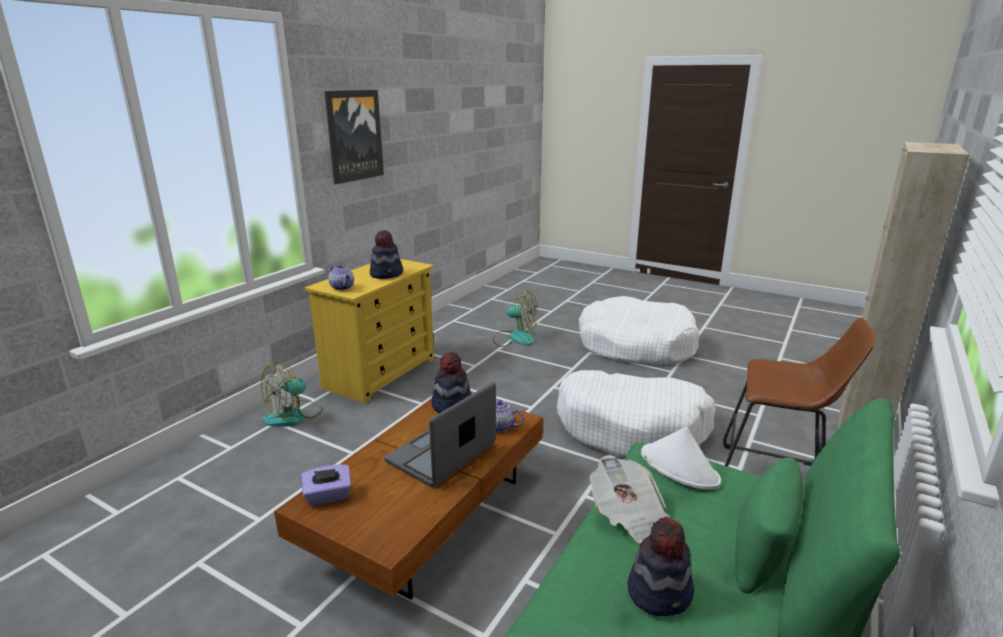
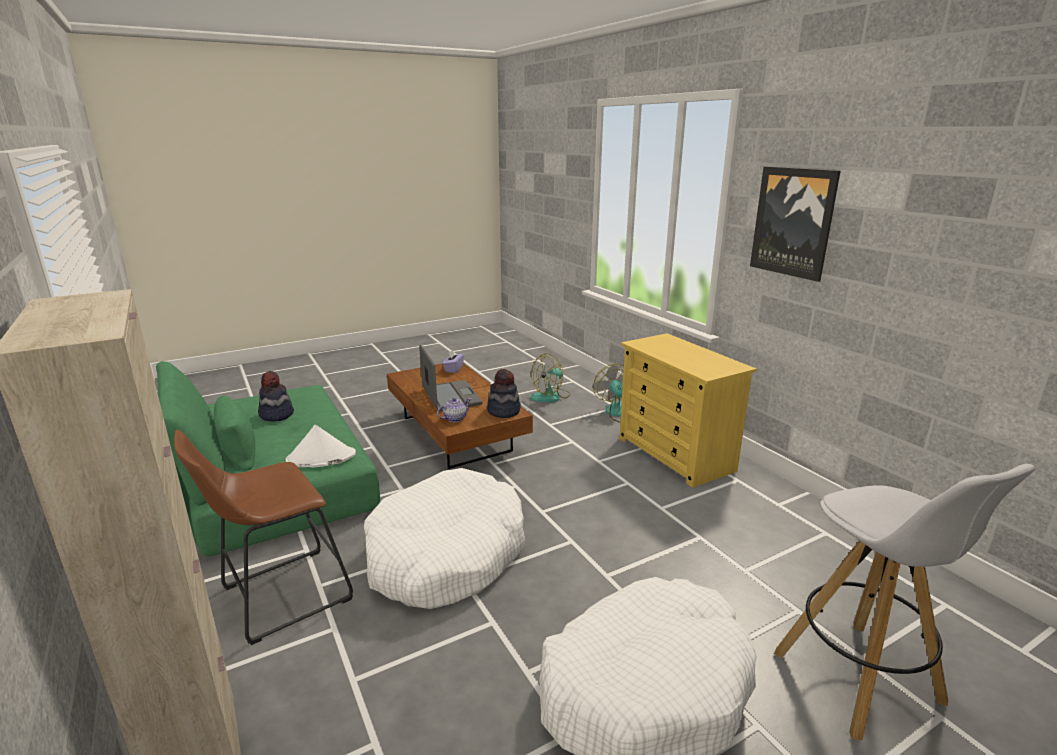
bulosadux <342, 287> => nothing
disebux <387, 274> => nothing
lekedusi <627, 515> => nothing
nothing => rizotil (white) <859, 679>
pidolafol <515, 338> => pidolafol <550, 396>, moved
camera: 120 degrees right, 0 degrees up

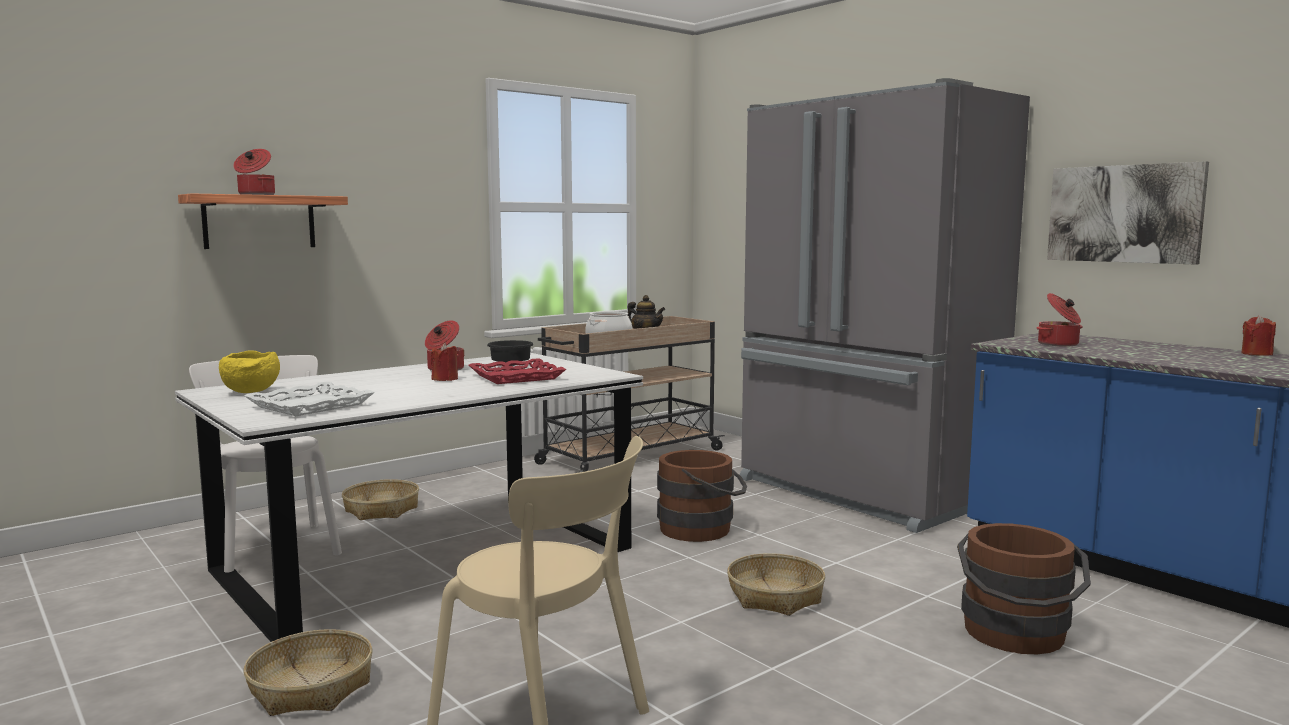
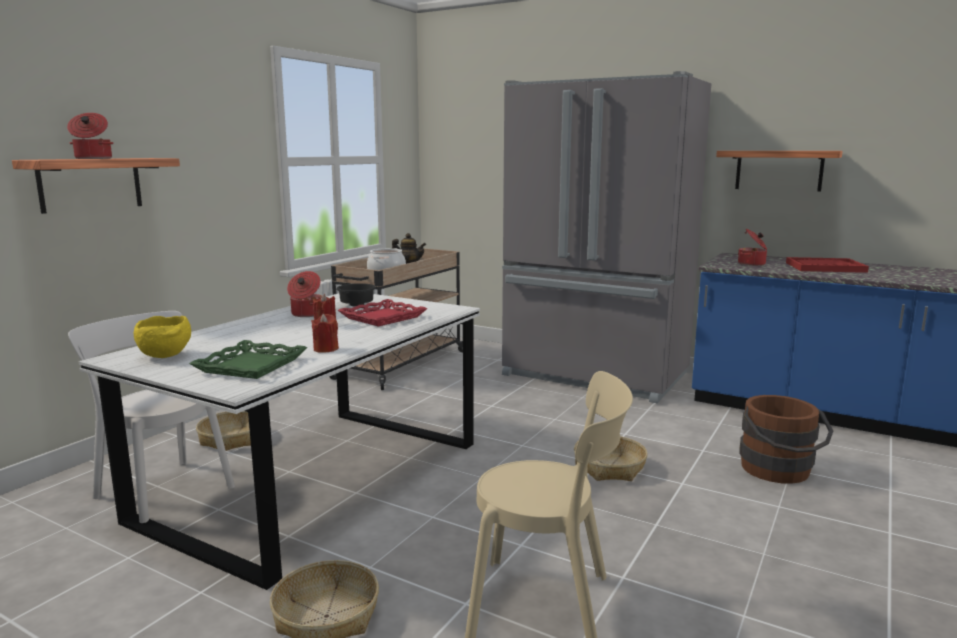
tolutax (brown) <702, 529> => nothing
nothing => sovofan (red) <825, 267>
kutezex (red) <1256, 354> => kutezex (red) <326, 349>, moved
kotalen <1124, 214> => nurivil <779, 170>
sovofan (white) <311, 406> => sovofan (green) <251, 366>
camera: 20 degrees left, 5 degrees up

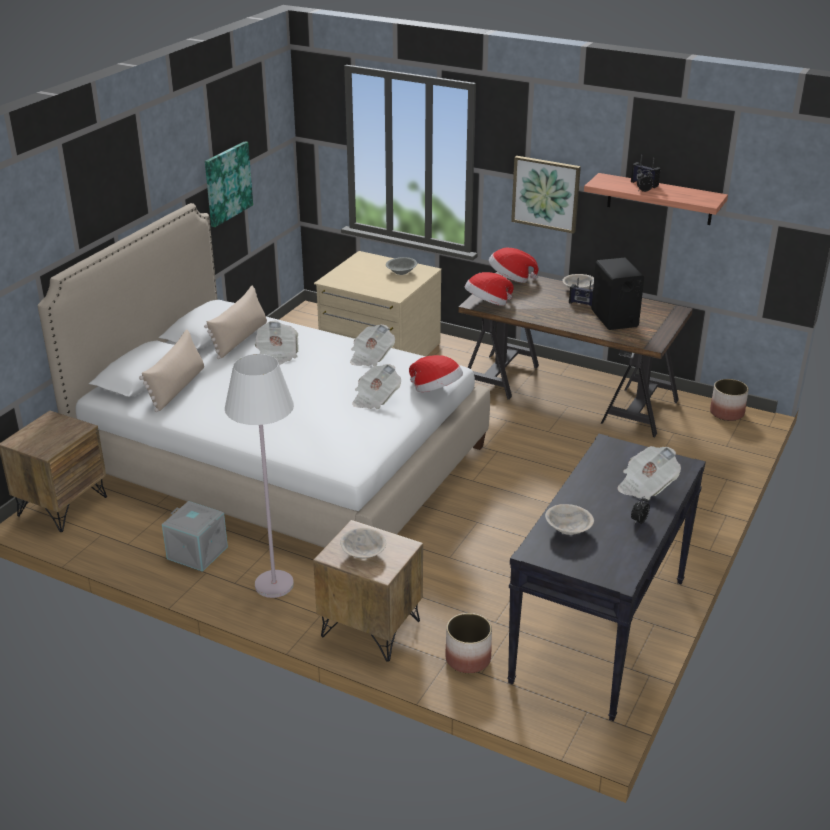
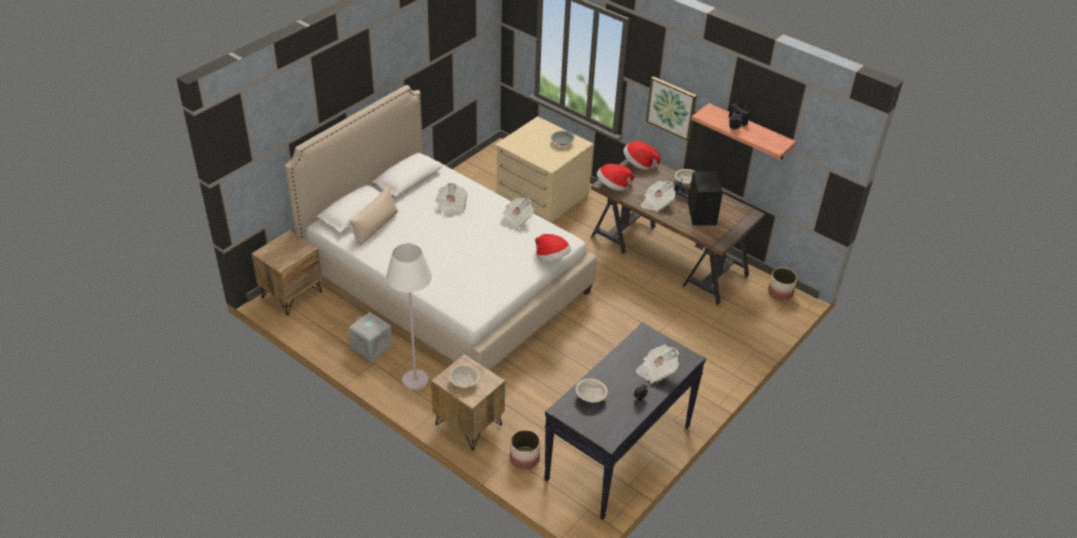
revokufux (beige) <240, 339> => nothing
kotalen <227, 183> => nothing
lekedusi <375, 399> => lekedusi <656, 203>, moved
camera: 10 degrees right, 10 degrees up

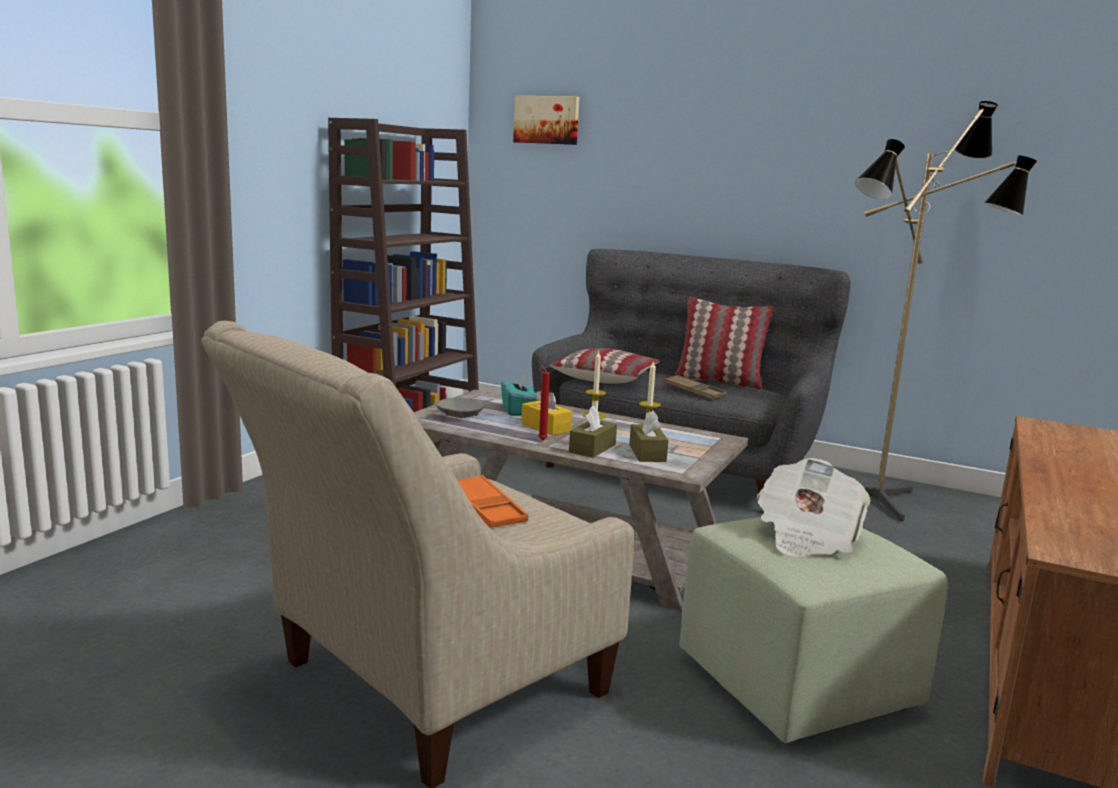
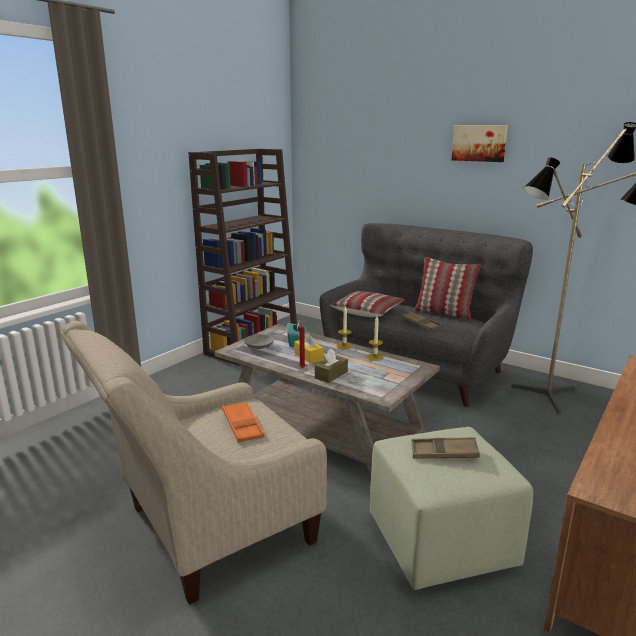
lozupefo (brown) <647, 453> => nothing
kotalen <547, 120> => kotalen <479, 143>, moved
lekedusi <807, 536> => sovofan (brown) <444, 453>
camera: 10 degrees right, 5 degrees up

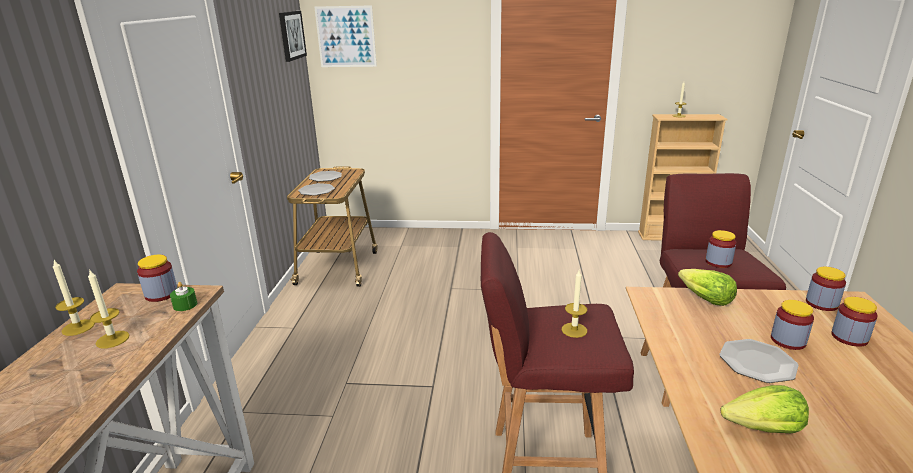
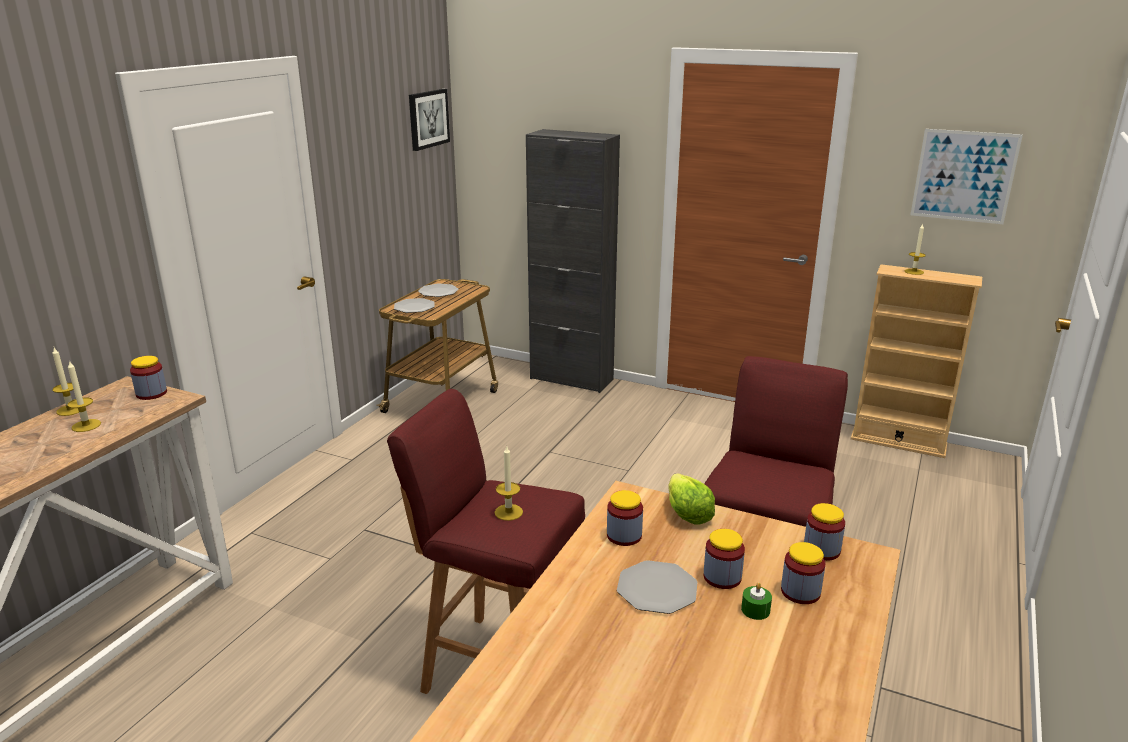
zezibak <763, 429> => nothing
nothing => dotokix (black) <571, 379>
kutezex (green) <185, 305> => kutezex (green) <755, 610>, moved
kotalen <346, 37> => kotalen <964, 176>, moved
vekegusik <718, 262> => vekegusik <624, 536>, moved
camera: 20 degrees right, 0 degrees up

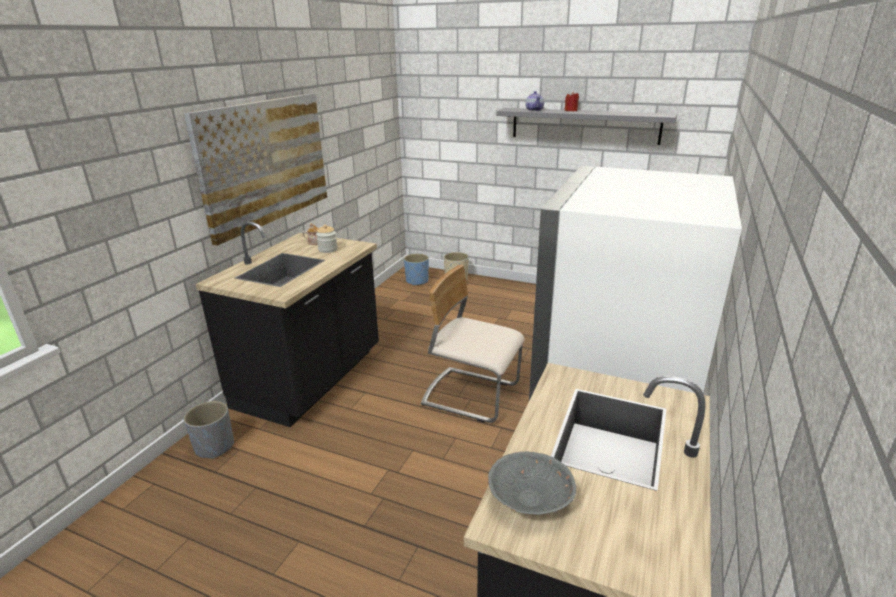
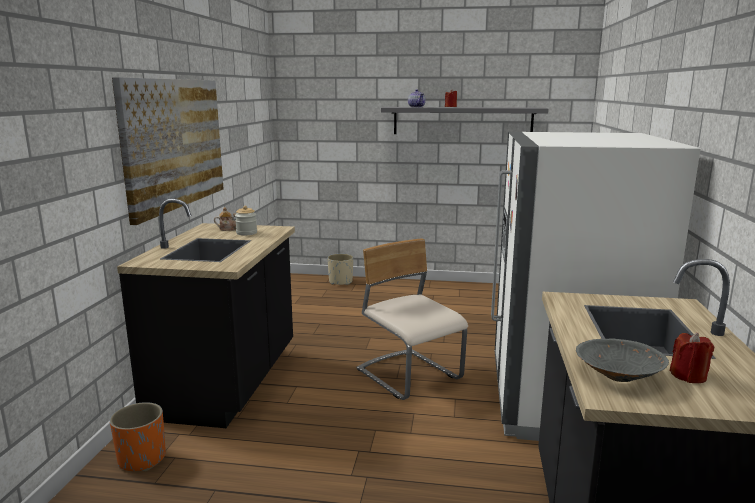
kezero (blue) <417, 281> => nothing
nothing => kutezex (red) <688, 376>
kezero (grey) <214, 446> => kezero (orange) <142, 459>
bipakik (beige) <471, 395> => bipakik (beige) <409, 375>, 45 degrees clockwise
camera: 15 degrees left, 10 degrees down

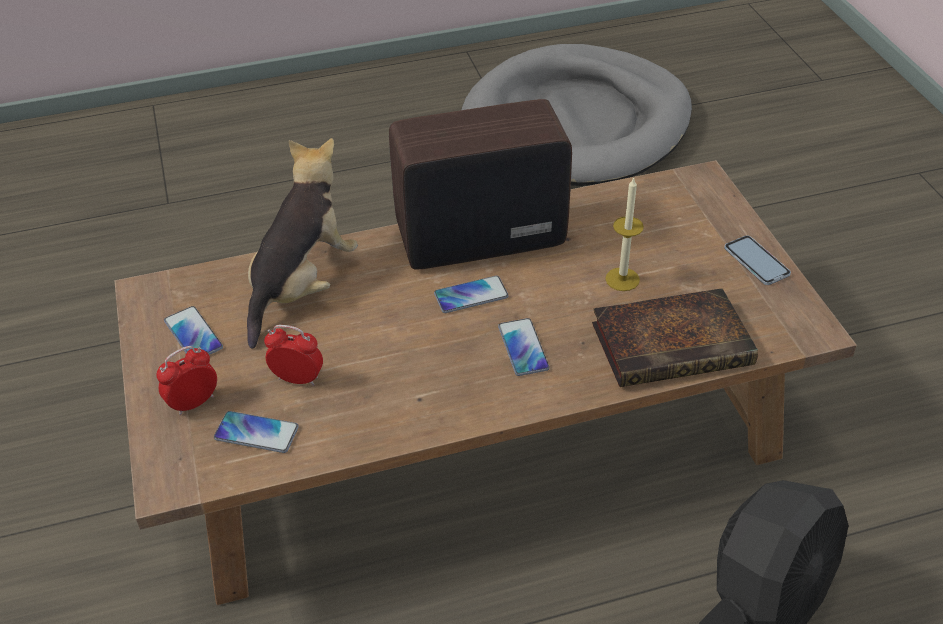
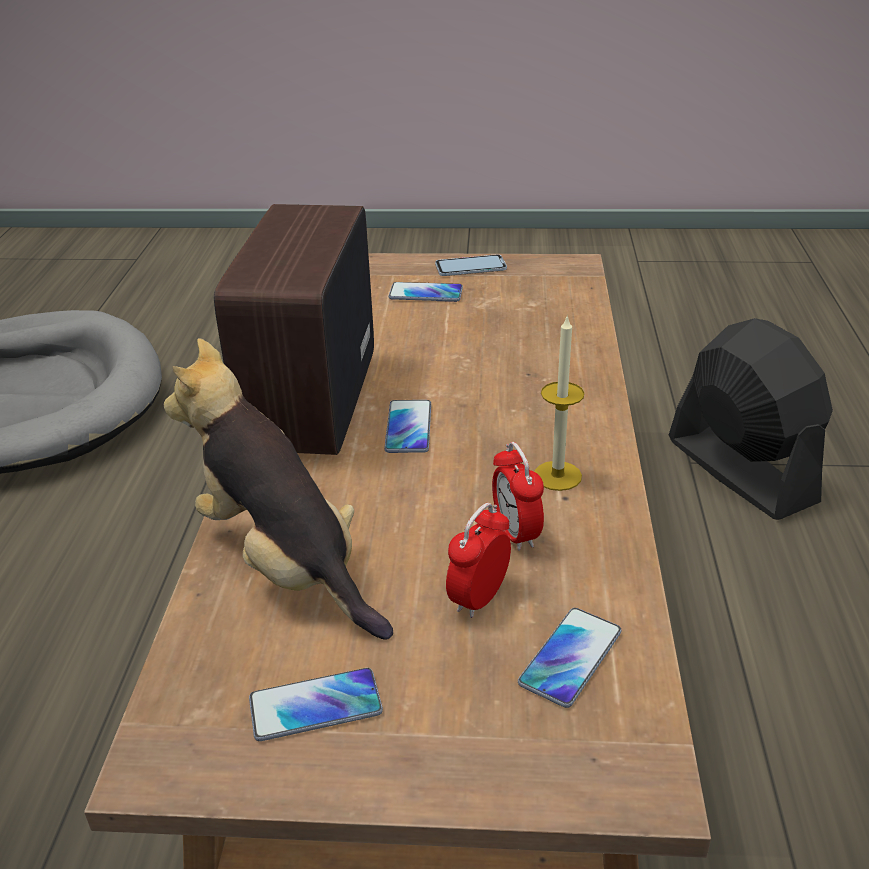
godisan <674, 343> => nothing
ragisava <194, 403> => ragisava <516, 533>, moved
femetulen <523, 348> => femetulen <426, 293>, moved
kutezex <622, 279> => kutezex <557, 476>, moved
camera: 70 degrees left, 10 degrees down

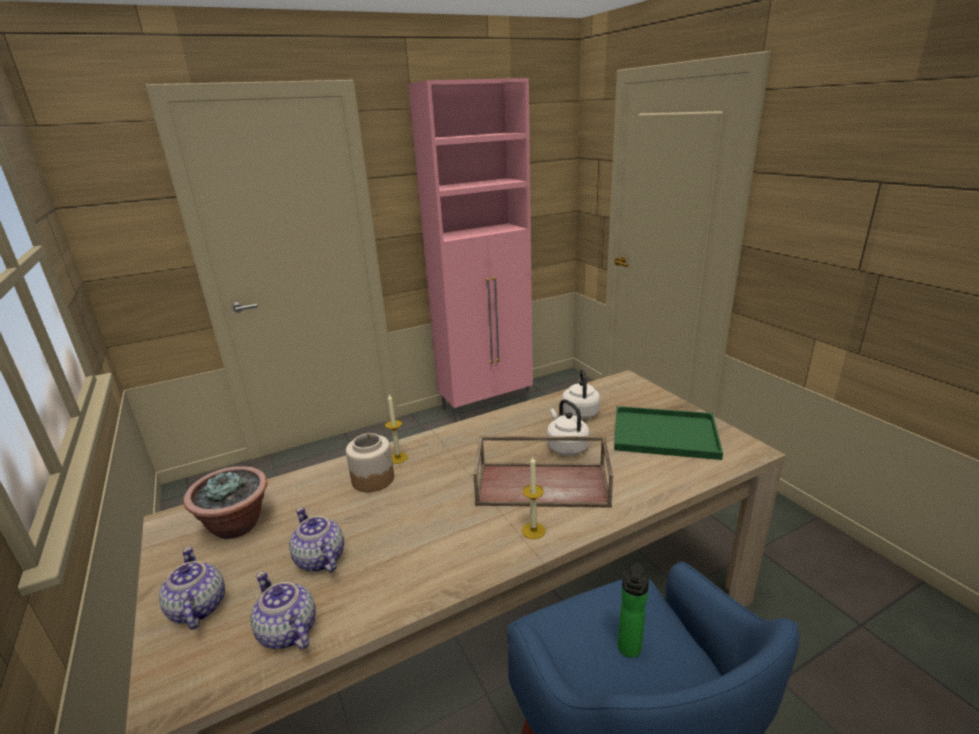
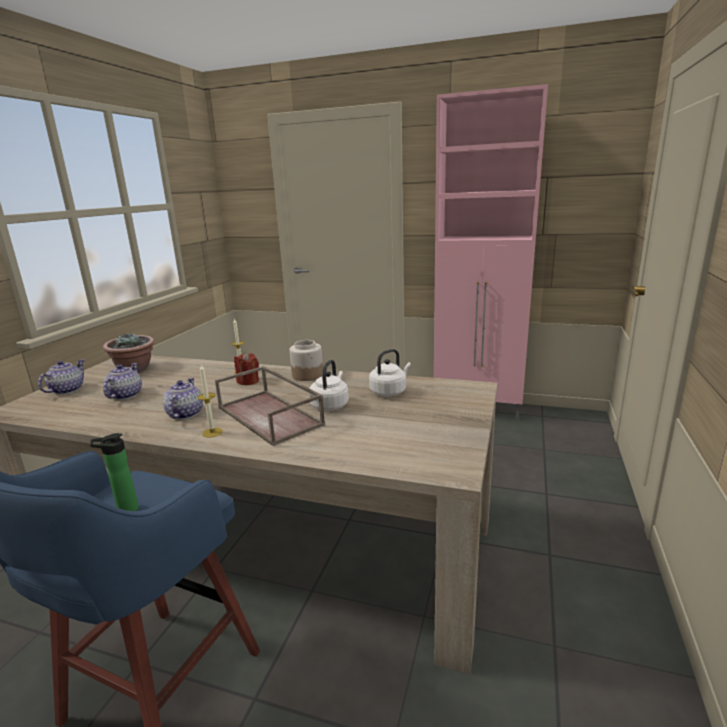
sovofan (green) <662, 434> => nothing
nothing => kutezex (red) <248, 381>
bulosadux <288, 632> => bulosadux <184, 414>, moved
vekegusik <373, 479> => vekegusik <308, 375>, moved
camera: 45 degrees right, 5 degrees down

